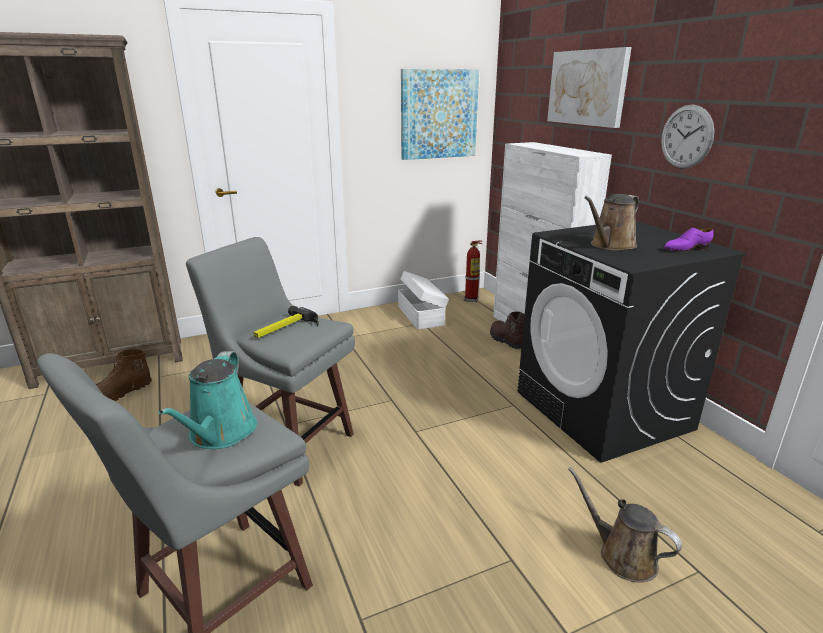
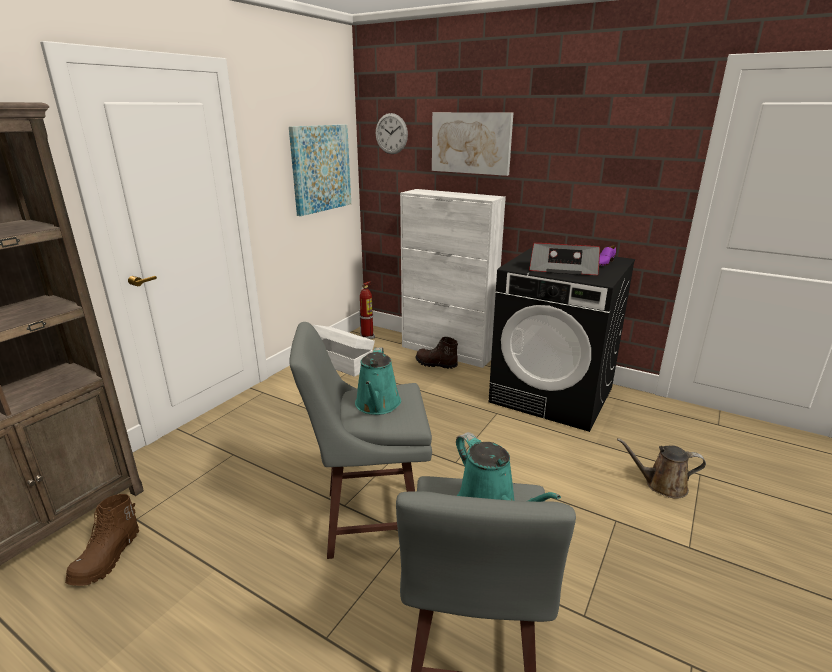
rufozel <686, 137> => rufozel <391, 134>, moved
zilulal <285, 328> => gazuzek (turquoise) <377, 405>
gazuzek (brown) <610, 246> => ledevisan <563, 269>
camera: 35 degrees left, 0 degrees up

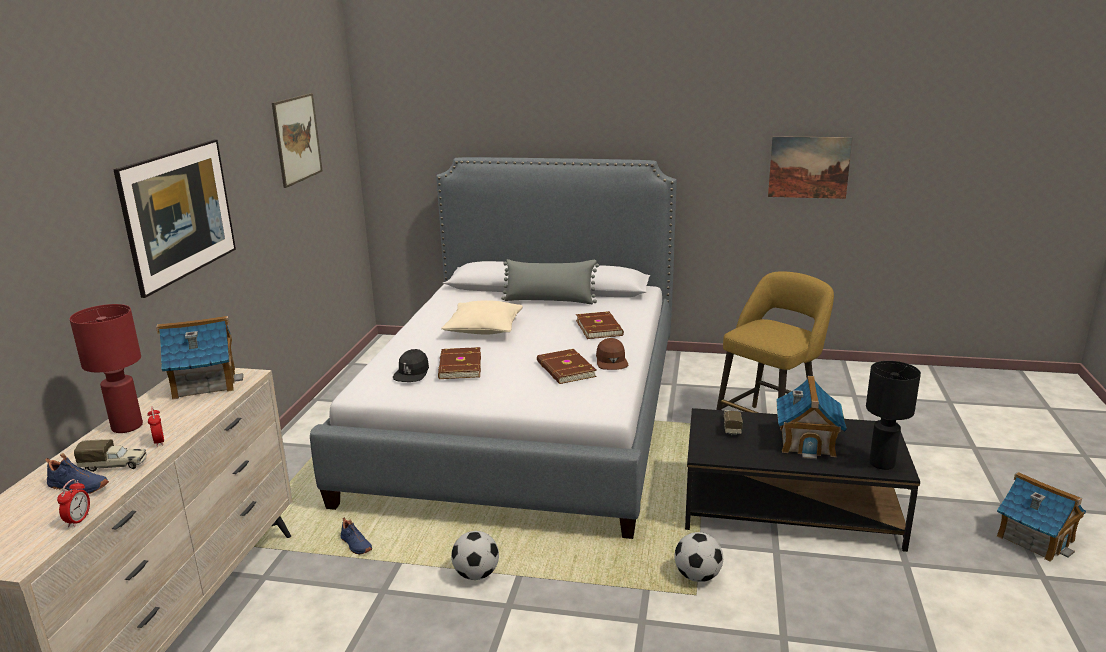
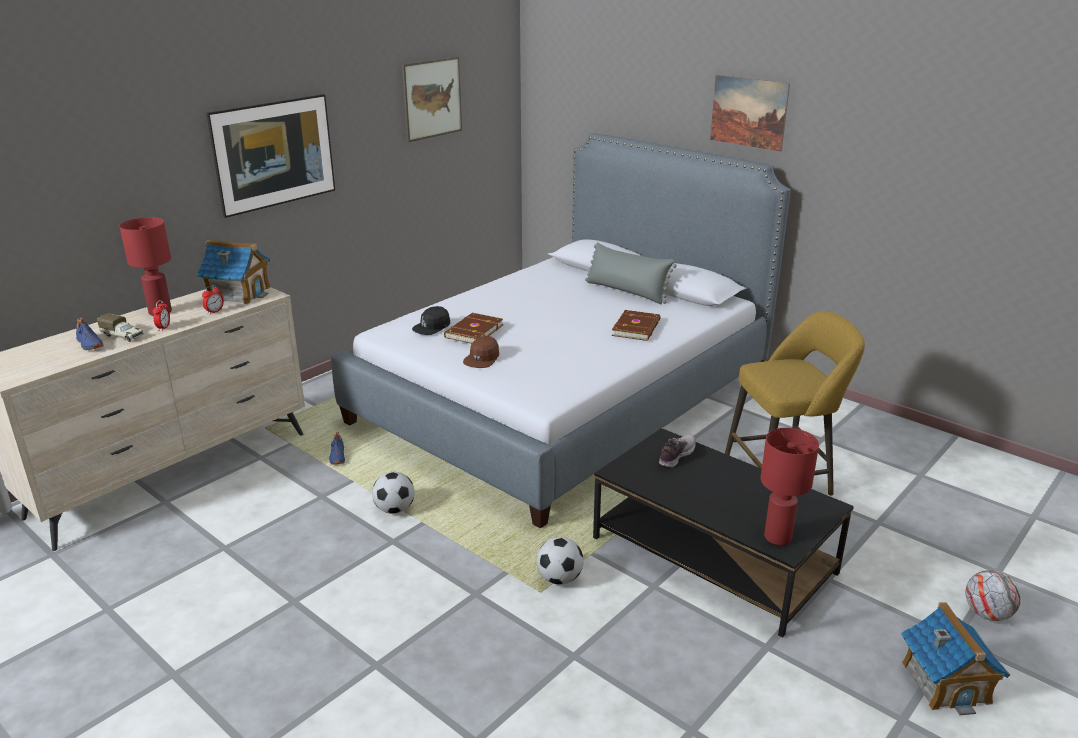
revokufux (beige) <484, 329> => nothing
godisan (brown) <565, 369> => nothing
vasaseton <807, 442> => nothing
nothing => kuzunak <987, 614>
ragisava <78, 520> => ragisava <214, 311>, moved
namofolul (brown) <611, 361> => namofolul (brown) <482, 358>, moved
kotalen <809, 167> => kotalen <748, 112>, moved
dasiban <731, 426> => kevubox <675, 456>
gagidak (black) <881, 463> => gagidak (red) <778, 537>
camera: 30 degrees right, 5 degrees up

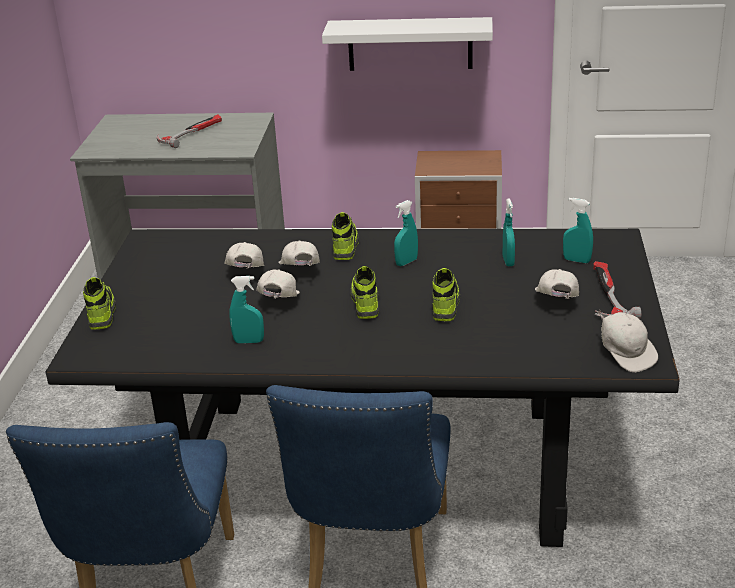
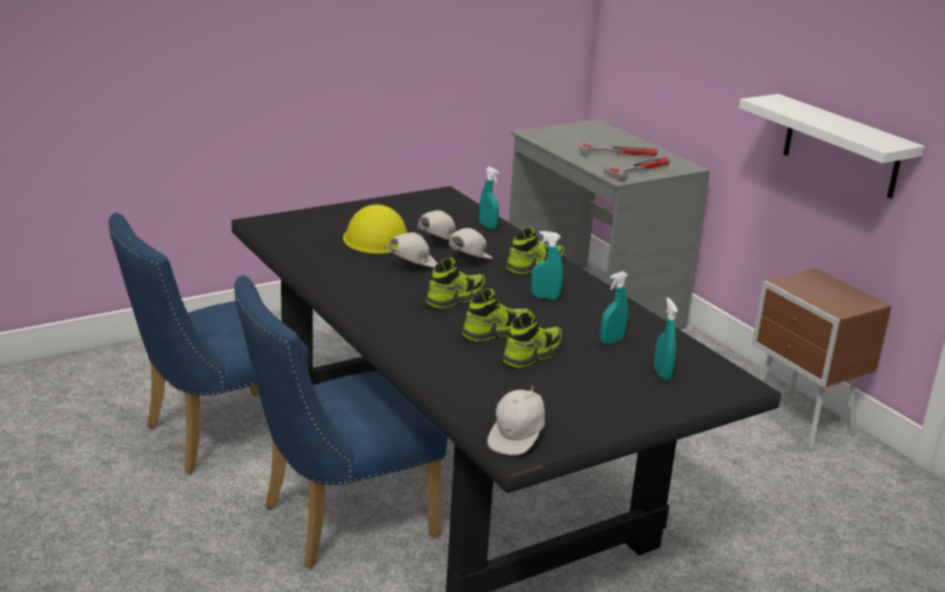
namofolul (white) <556, 303> => nothing
nothing => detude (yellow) <376, 238>
kevubox <101, 313> => kevubox <532, 354>, moved
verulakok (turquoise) <249, 341> => verulakok (turquoise) <488, 226>, moved
zilulal <606, 295> => zilulal <637, 170>, moved
camera: 50 degrees right, 5 degrees down

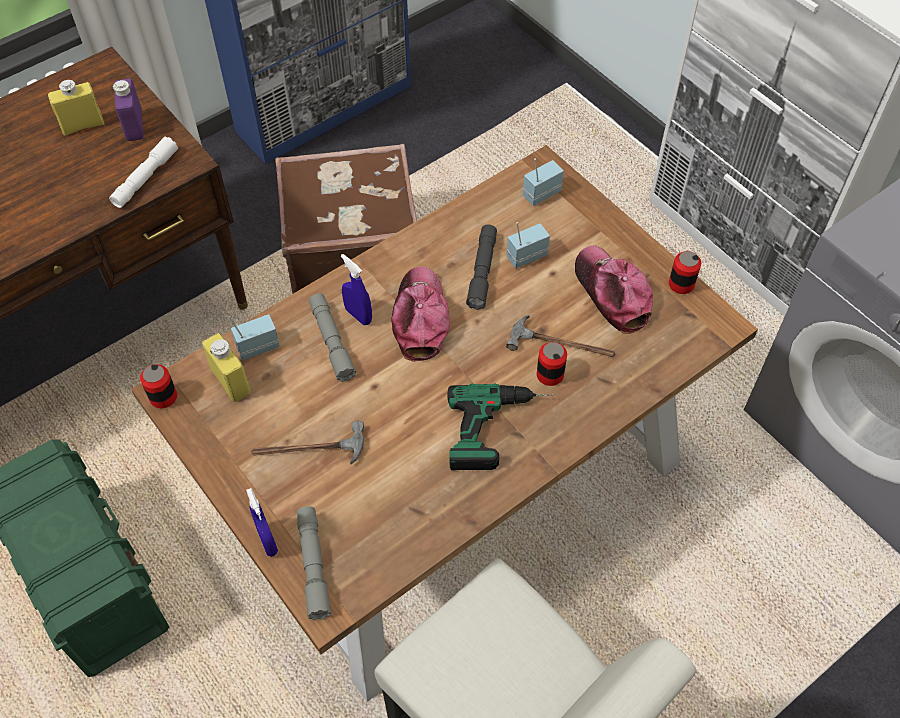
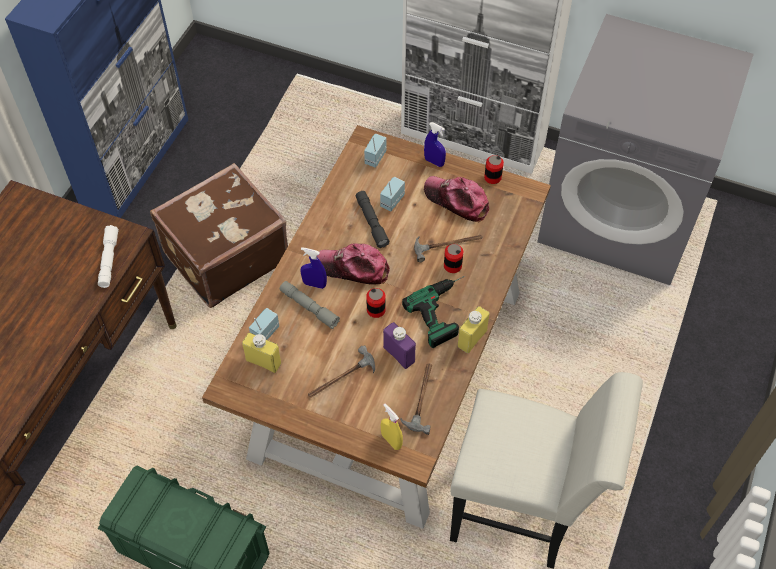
nothing => zilulal <421, 398>
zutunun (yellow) <83, 125> => zutunun (yellow) <472, 339>, moved
zutunun (purple) <134, 126> => zutunun (purple) <399, 354>, moved
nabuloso <163, 397> => nabuloso <376, 310>, moved
verulakok (blue) <267, 541> => verulakok (blue) <434, 162>, moved
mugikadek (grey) <313, 566> => verulakok (yellow) <391, 441>
namofolul <420, 318> => namofolul <353, 268>, 45 degrees counterclockwise
camera: 30 degrees left, 0 degrees up

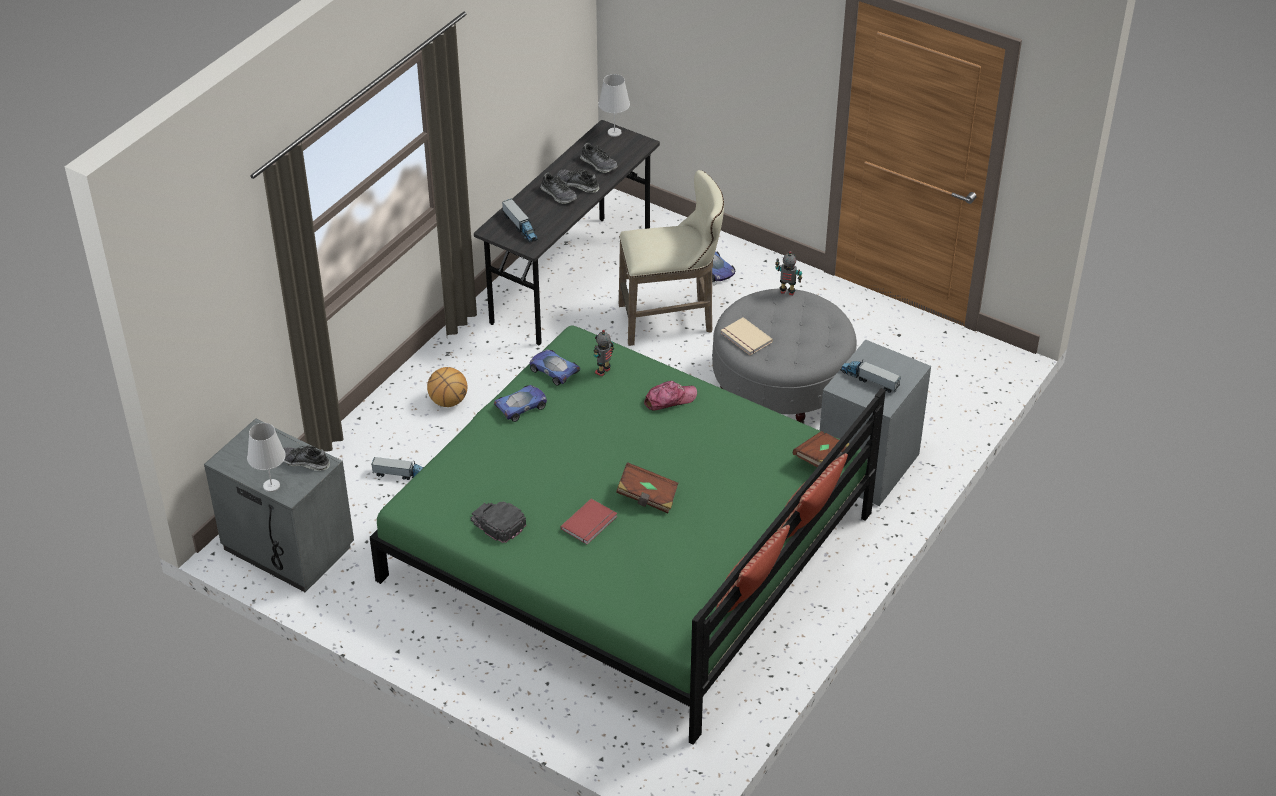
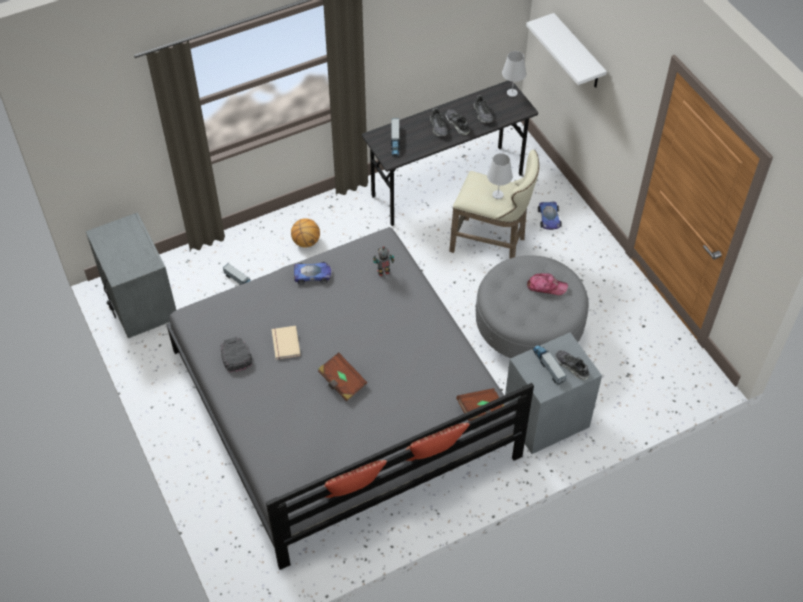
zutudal <553, 370> => nothing
godisan (red) <590, 523> => nothing
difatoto <787, 292> => nothing
nothing => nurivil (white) <578, 53>
gagidak (white) <271, 486> => gagidak (white) <497, 195>, moved
kevubox <304, 462> => kevubox <571, 367>, moved
namofolul <670, 399> => namofolul <546, 287>, moved
godisan (beige) <745, 338> => godisan (beige) <284, 344>, moved
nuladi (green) <628, 547> => nuladi (grey) <342, 403>
camera: 30 degrees right, 10 degrees up

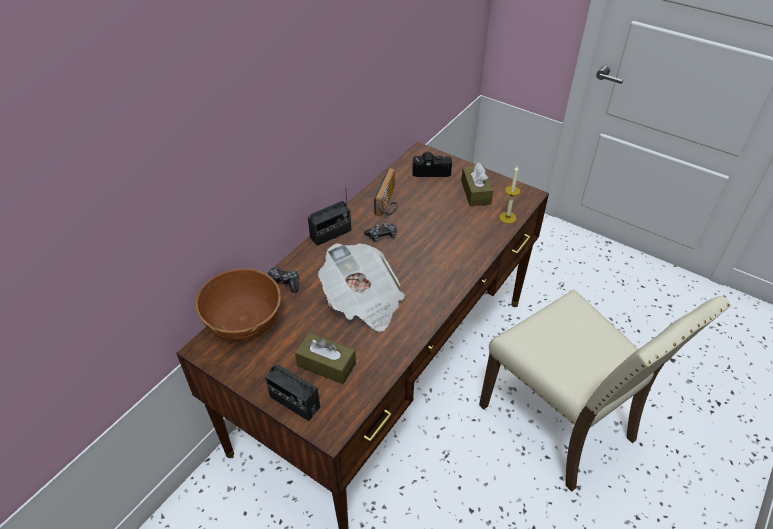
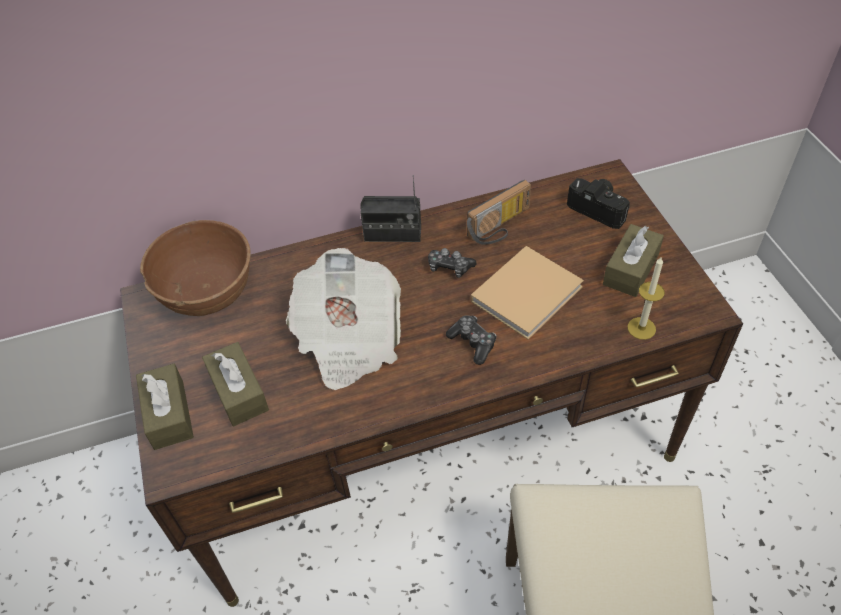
nothing => godisan (beige) <528, 292>
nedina <283, 283> => nedina <473, 343>, moved
ledevisan <294, 402> => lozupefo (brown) <169, 414>
camera: 40 degrees right, 5 degrees up

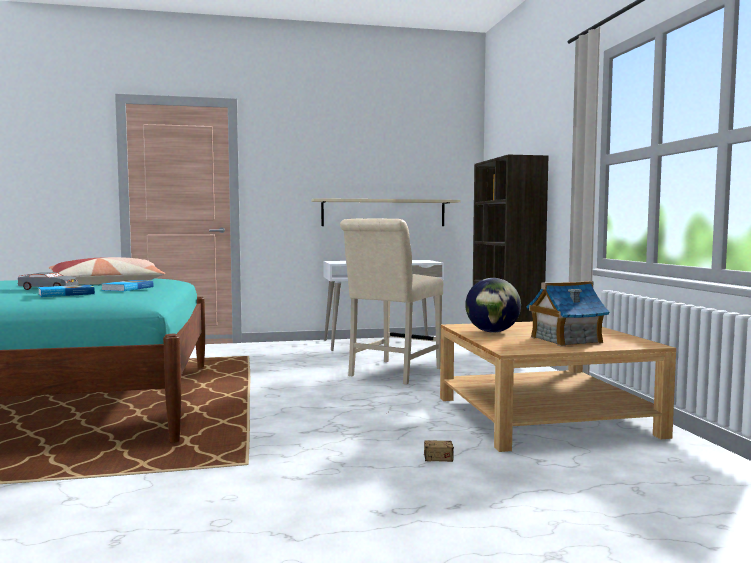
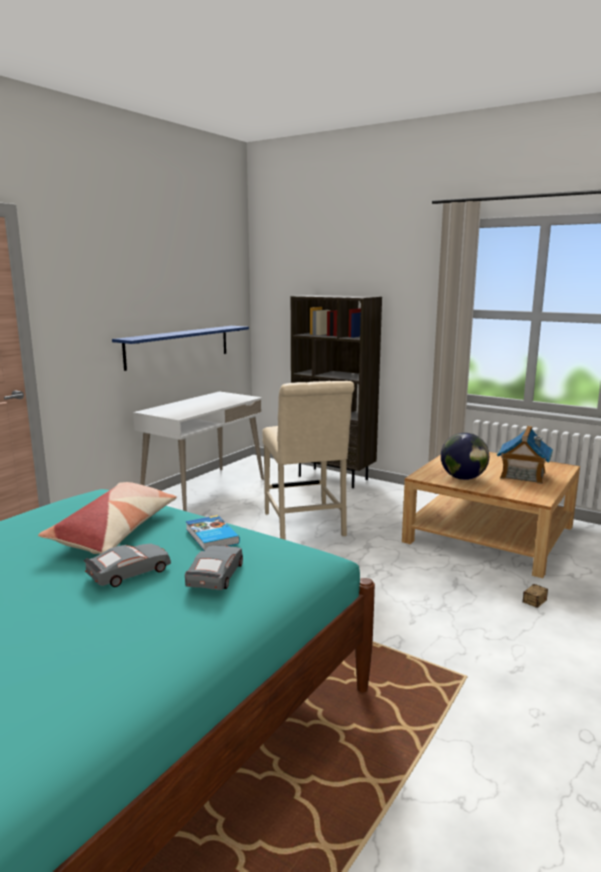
godisan <66, 294> => zutudal (grey) <216, 576>
nurivil (beige) <383, 213> => nurivil (blue) <178, 346>
camera: 45 degrees left, 10 degrees up

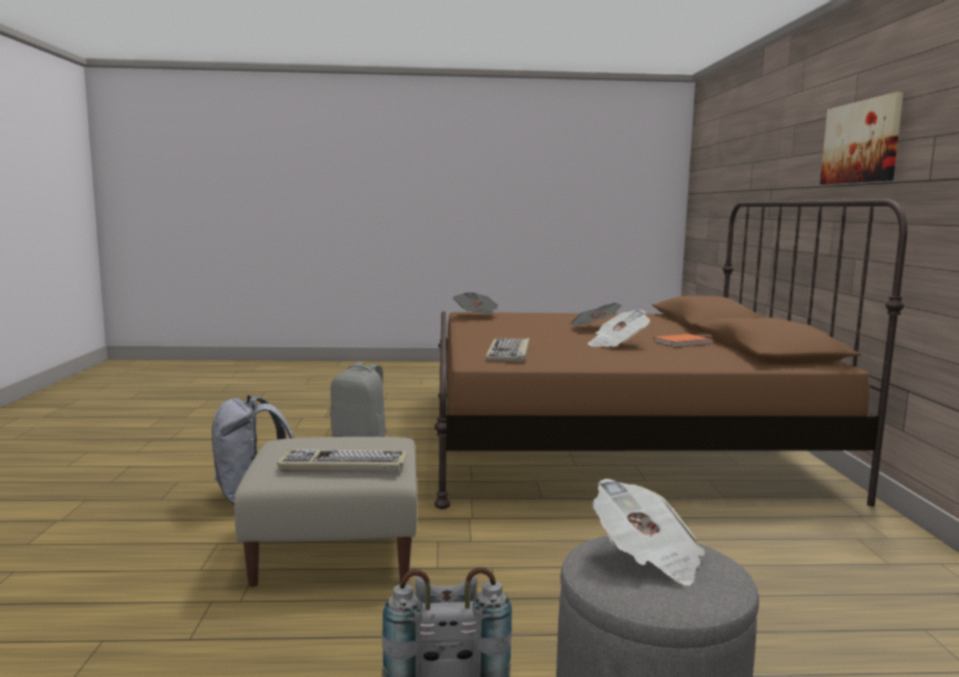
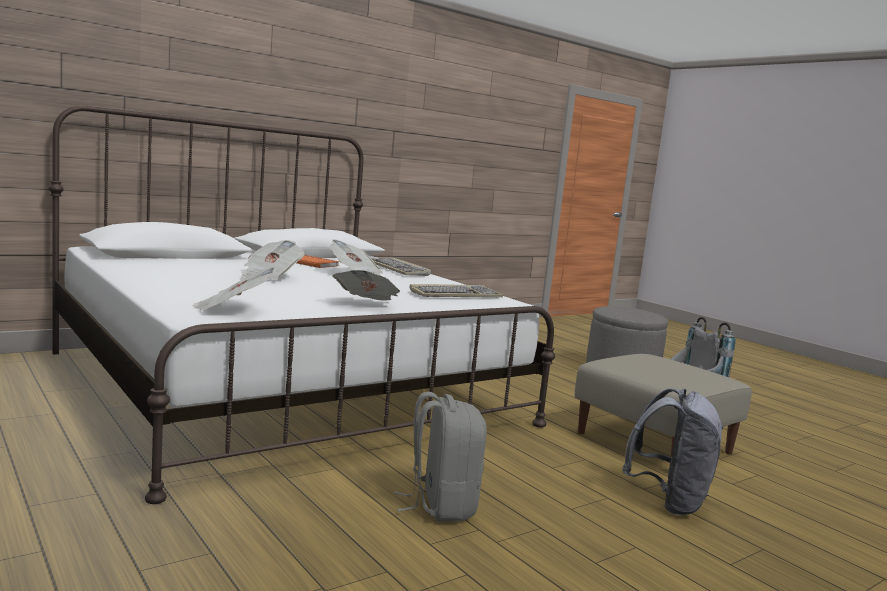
kotalen <861, 142> => nothing
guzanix <342, 465> => guzanix <398, 270>, moved
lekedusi <647, 558> => lekedusi <367, 305>, moved
nuladi (brown) <612, 440> => nuladi (white) <284, 388>
camera: 125 degrees left, 0 degrees up

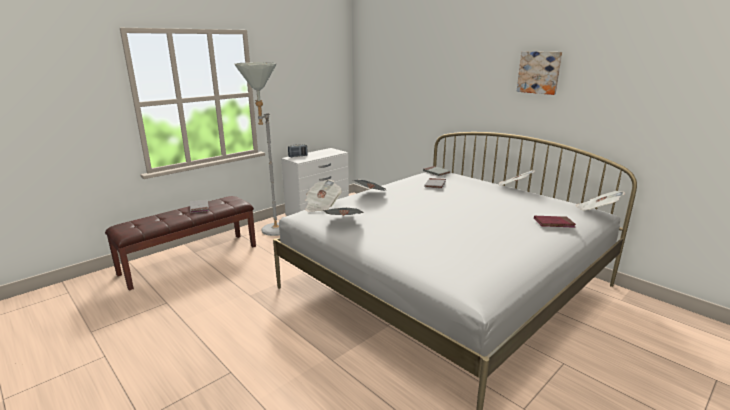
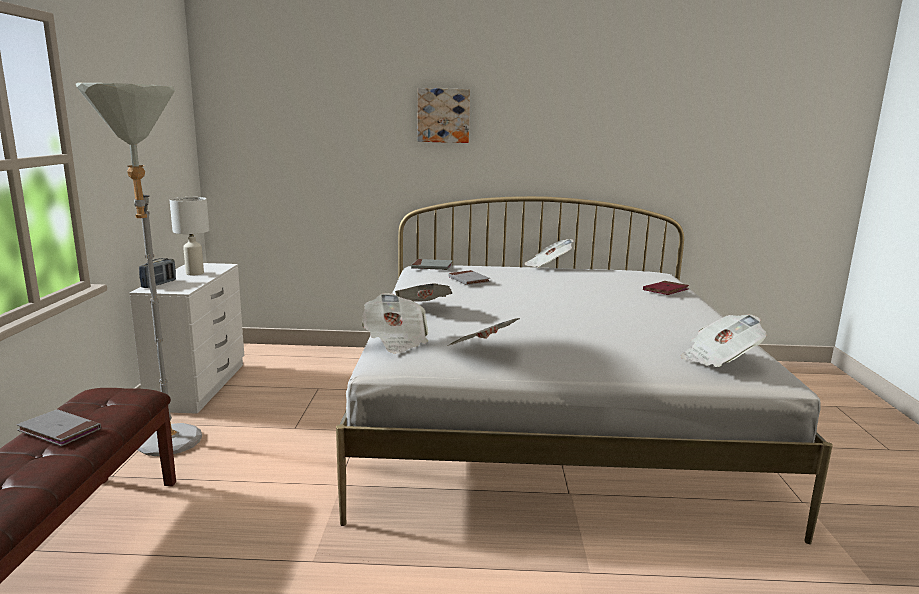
nothing => gagidak (white) <195, 273>
kotalen <539, 72> => kotalen <443, 115>, moved
lekedusi <596, 210> => lekedusi <719, 359>, moved
camera: 45 degrees left, 5 degrees down

